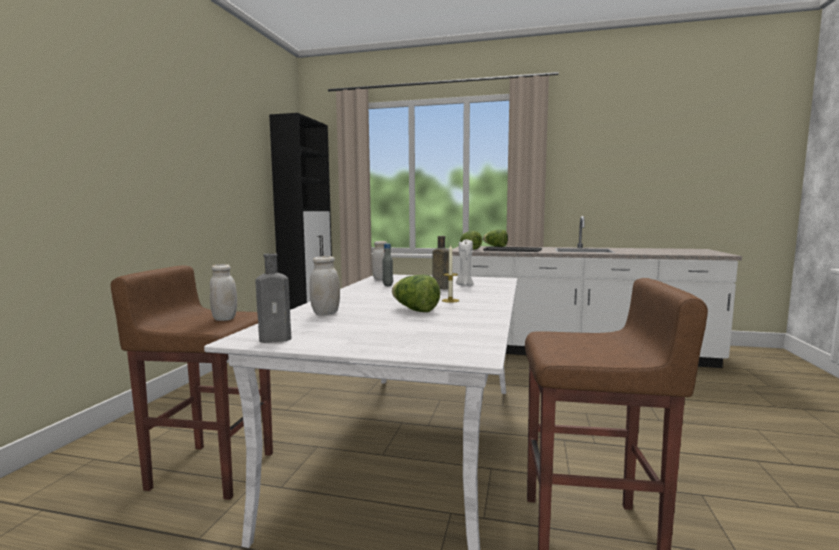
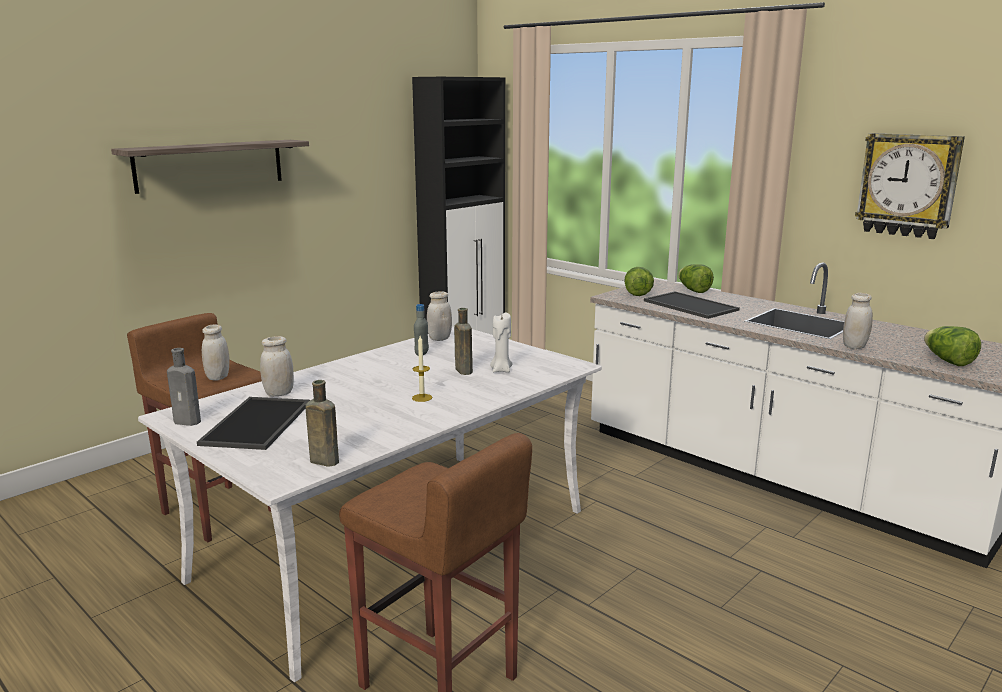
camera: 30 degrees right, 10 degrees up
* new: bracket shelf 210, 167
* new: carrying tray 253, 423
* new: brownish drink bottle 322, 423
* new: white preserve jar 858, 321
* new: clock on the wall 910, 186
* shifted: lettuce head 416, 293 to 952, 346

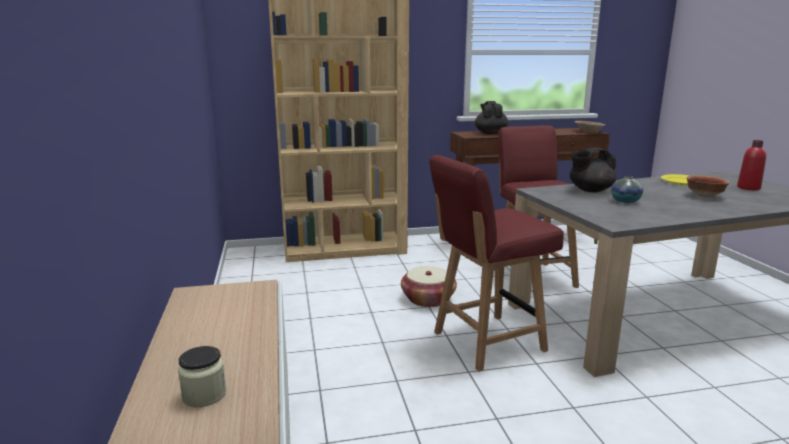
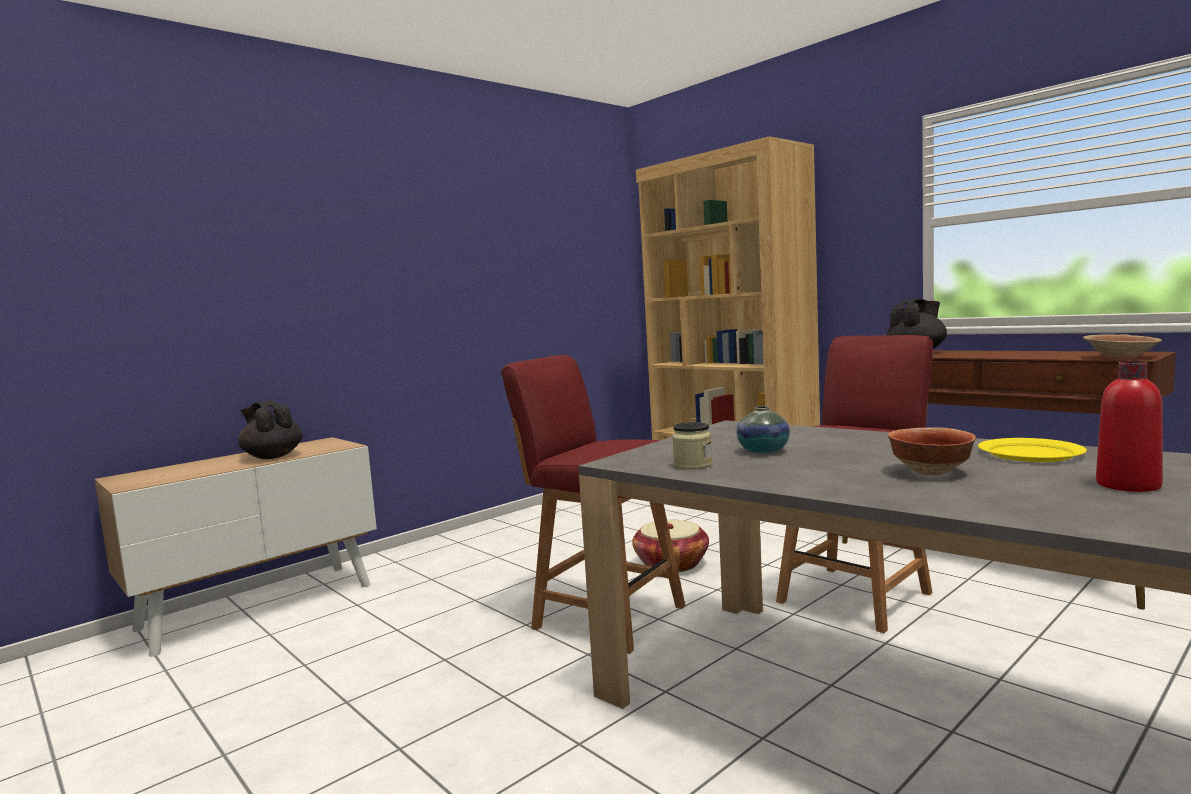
camera: 60 degrees right, 10 degrees down
* shifted: black-coloured tea pot 593, 170 to 270, 429
* shifted: preserve jar 202, 376 to 692, 446

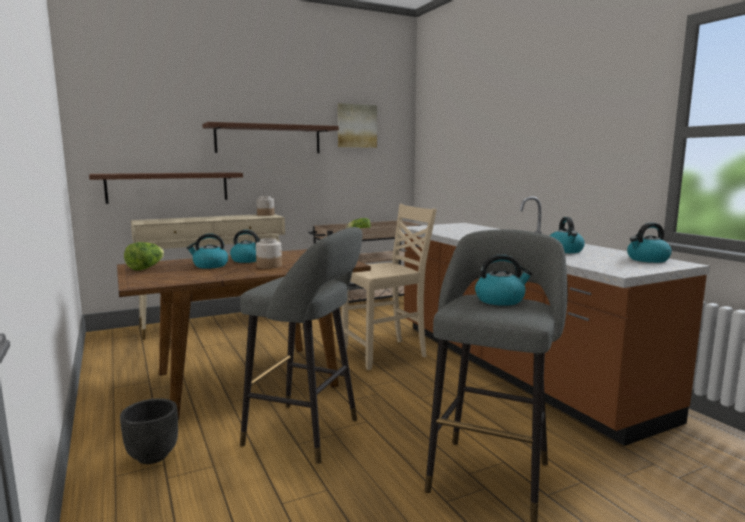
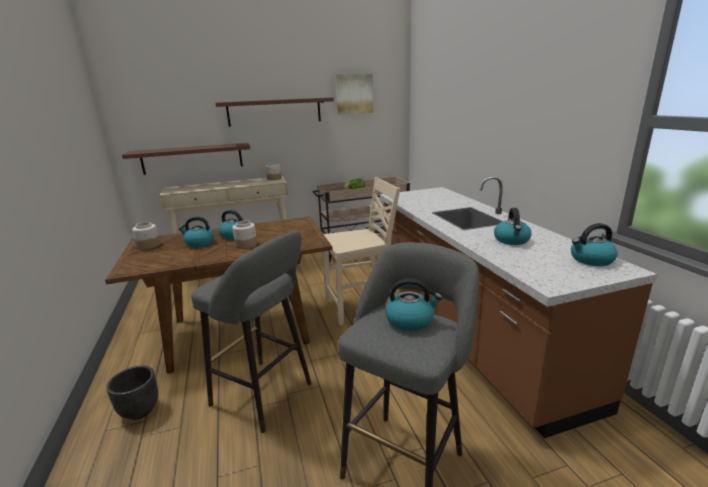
camera: 10 degrees right, 10 degrees up
* swapped: lettuce head 144, 256 to preserve jar 146, 236

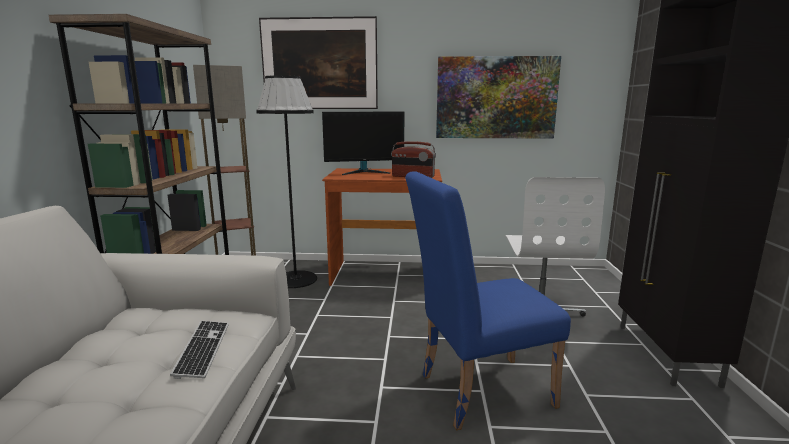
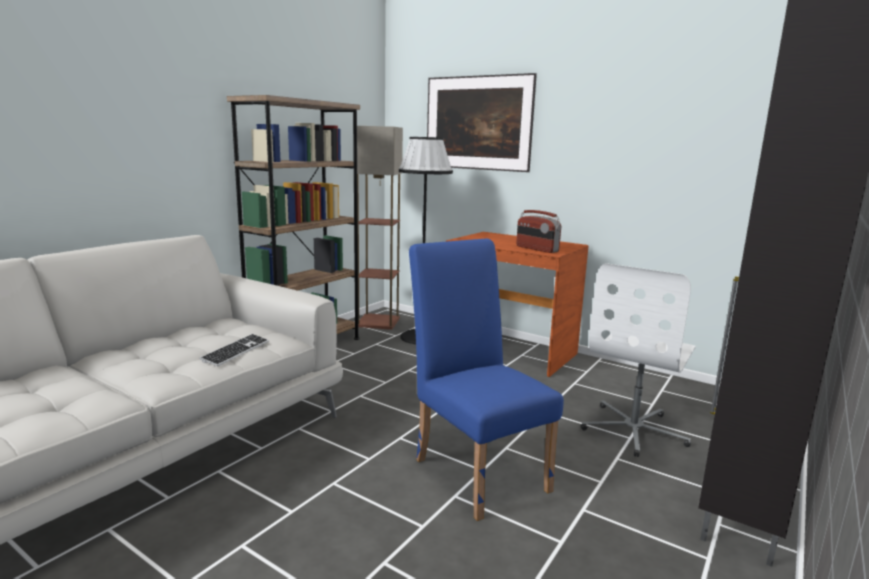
camera: 30 degrees right, 0 degrees up
* rotated: blue upright chair 488, 300 = 486, 379 45 degrees clockwise
* gone: computer display 363, 143
* gone: wall picture 498, 97

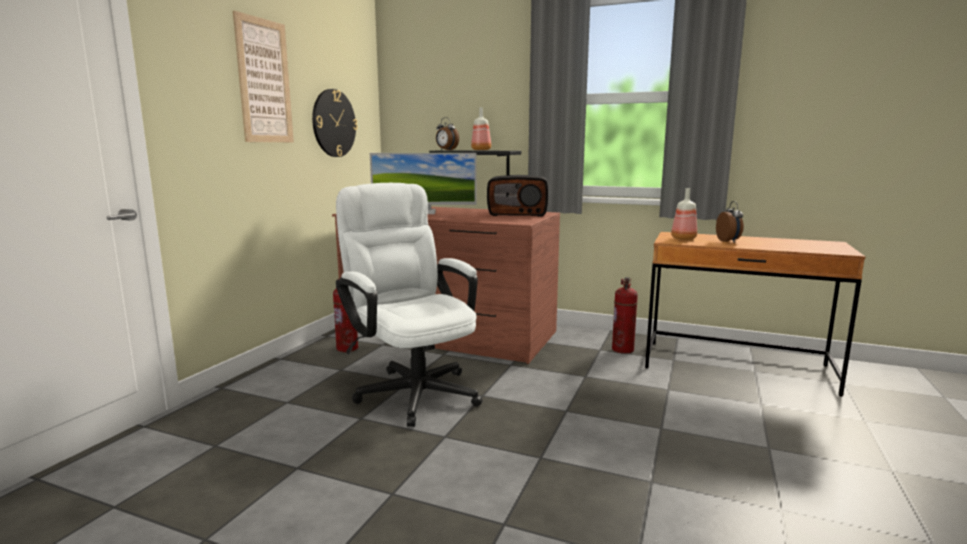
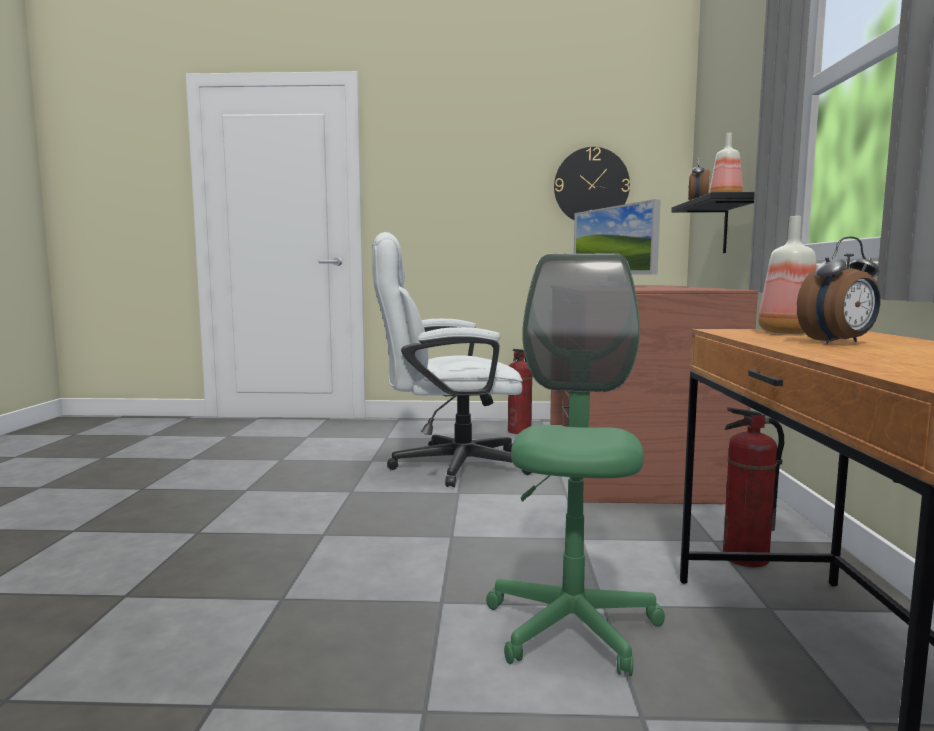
camera: 70 degrees right, 5 degrees down
* rotated: white computer chair 409, 305 = 451, 359 135 degrees counterclockwise
* new: greenish computer chair 575, 464
* gone: wall picture 263, 76
* gone: radio 517, 195

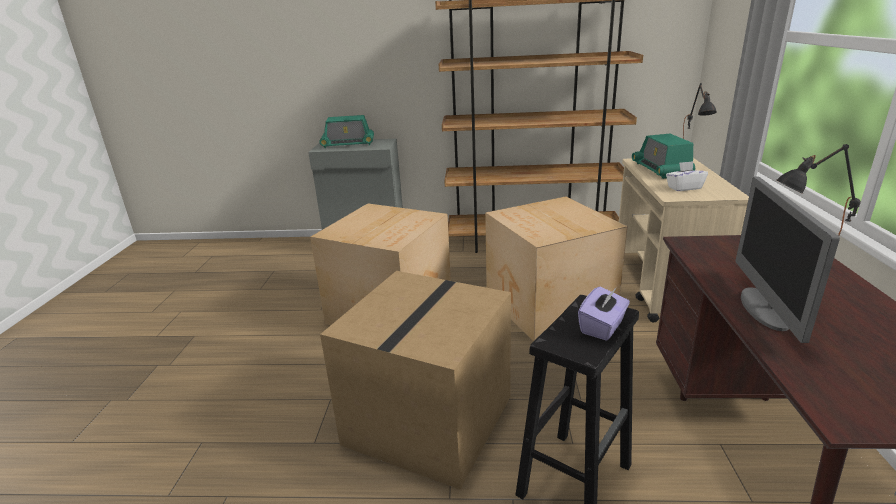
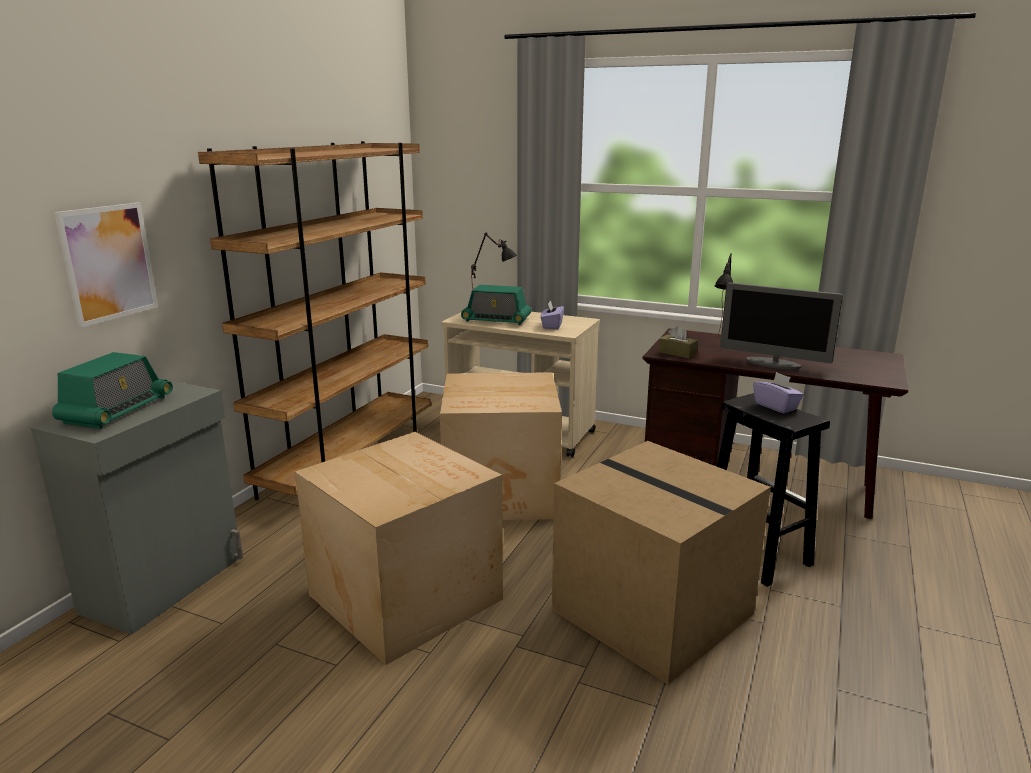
camera: 70 degrees left, 5 degrees down
* new: wall picture 106, 265
* repainted: white box of tissues 687, 176 to purple-coloured box of tissues 552, 315
* new: brownish box of tissues 678, 342

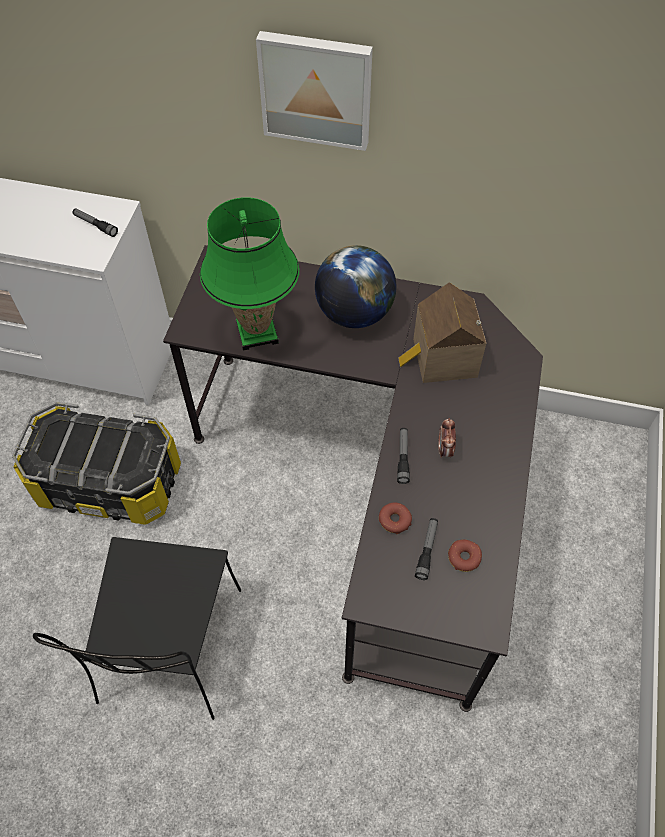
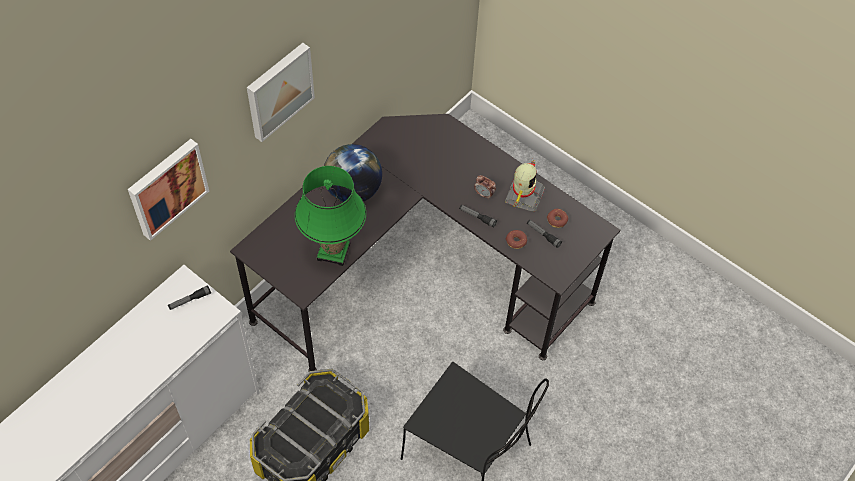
camera: 65 degrees left, 0 degrees up
* new: wall picture 168, 190
* new: model robot 525, 186
* gone: model house 442, 332

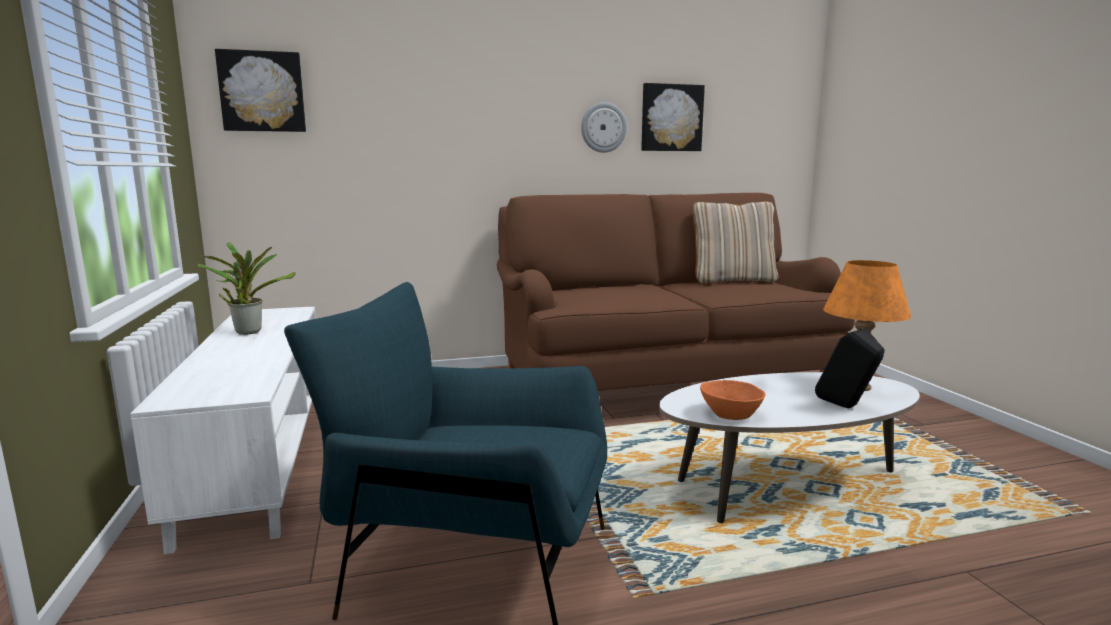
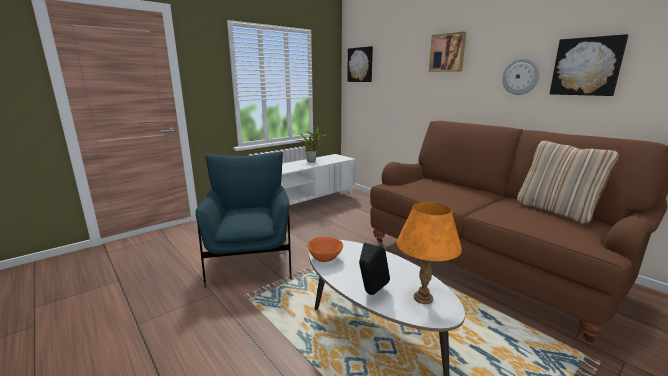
camera: 65 degrees right, 5 degrees up
* new: wall picture 447, 52

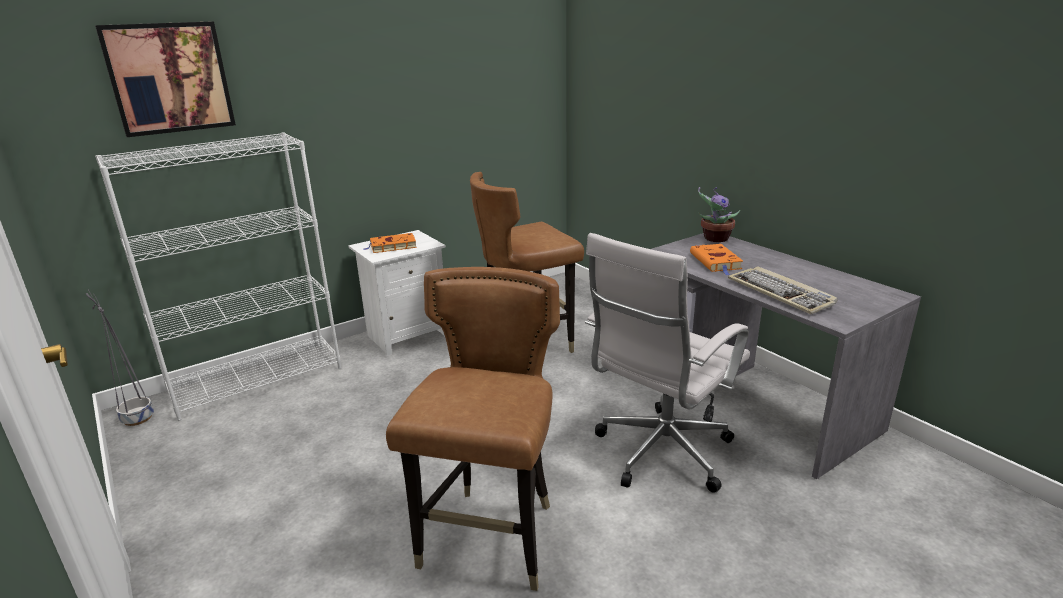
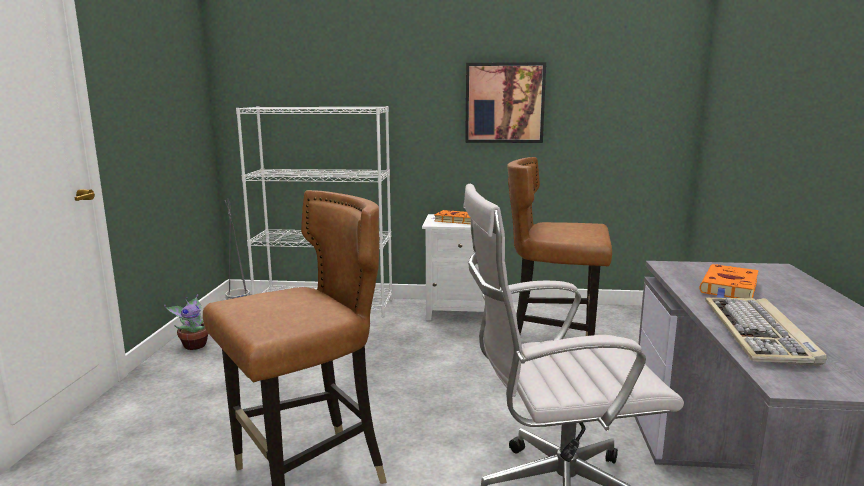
camera: 40 degrees right, 10 degrees down
* shifted: houseplant 719, 214 to 186, 322
* shifted: wall picture 165, 79 to 505, 102

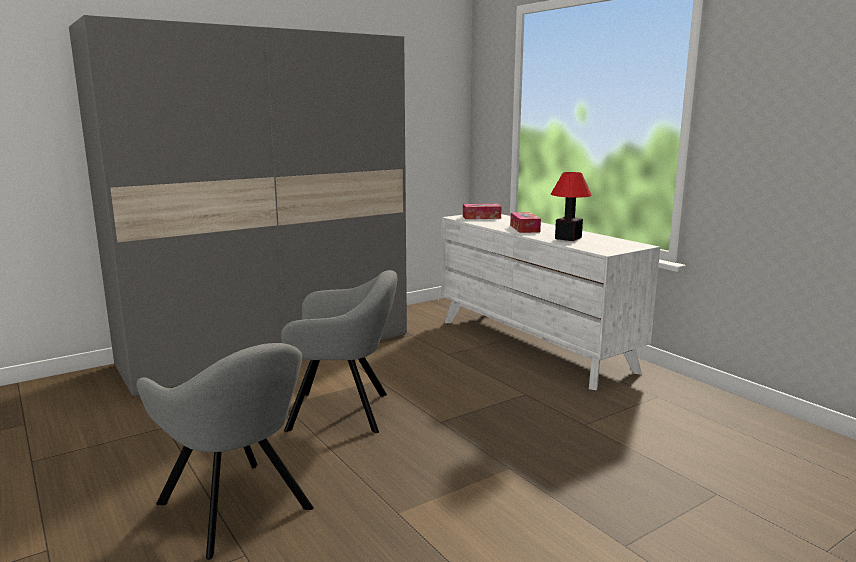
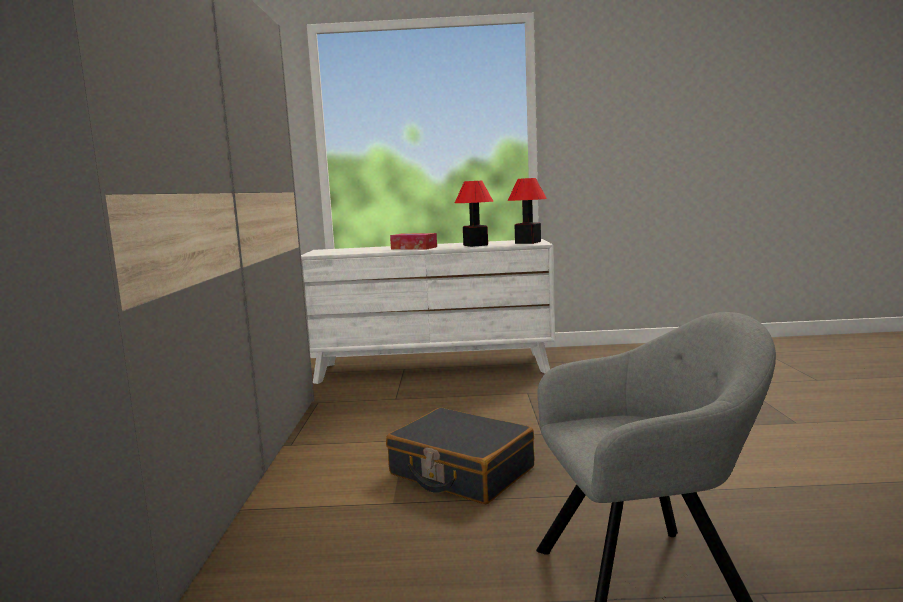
camera: 55 degrees left, 5 degrees down
* swapped: gray armchair 339, 351 to black-coloured travel case 460, 455
* new: table lamp 527, 211
* gone: box of tissues 482, 211

